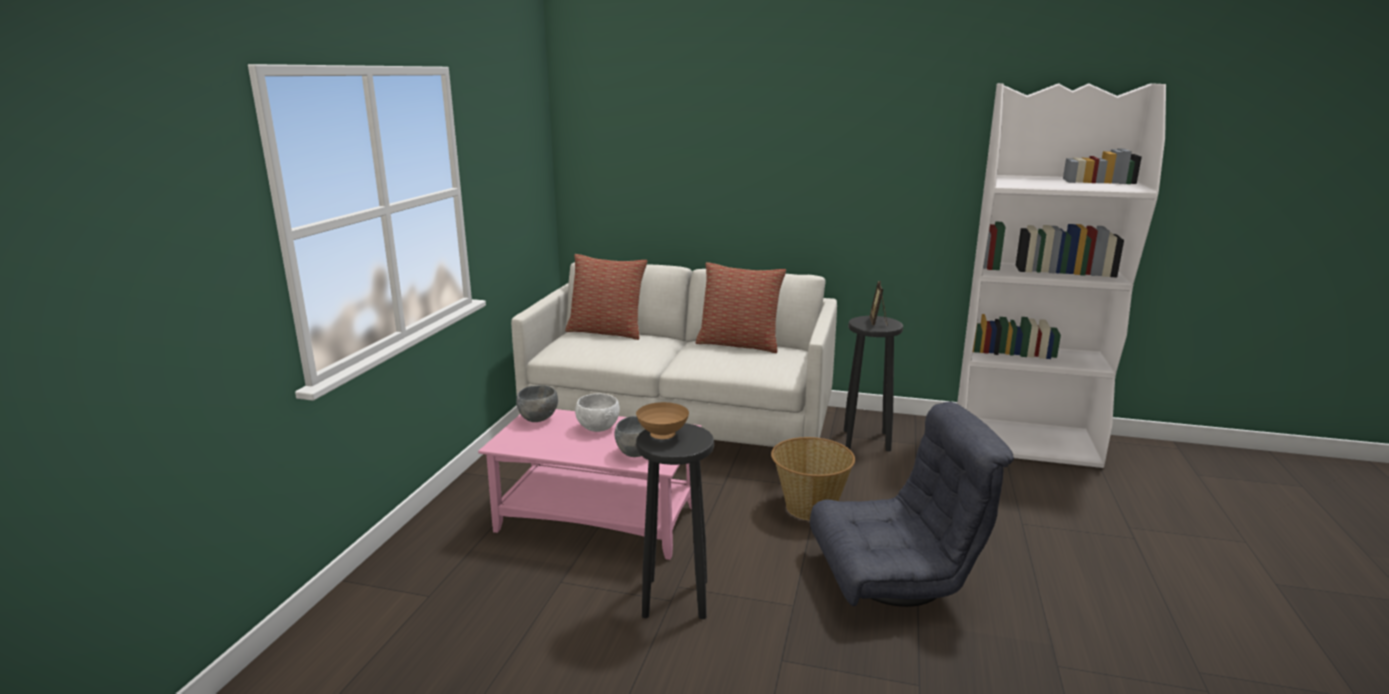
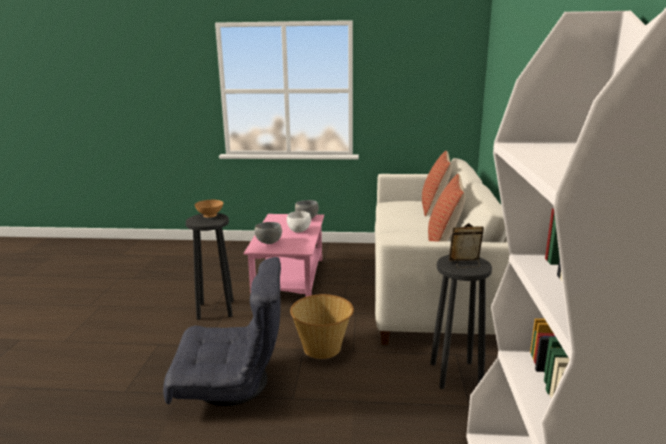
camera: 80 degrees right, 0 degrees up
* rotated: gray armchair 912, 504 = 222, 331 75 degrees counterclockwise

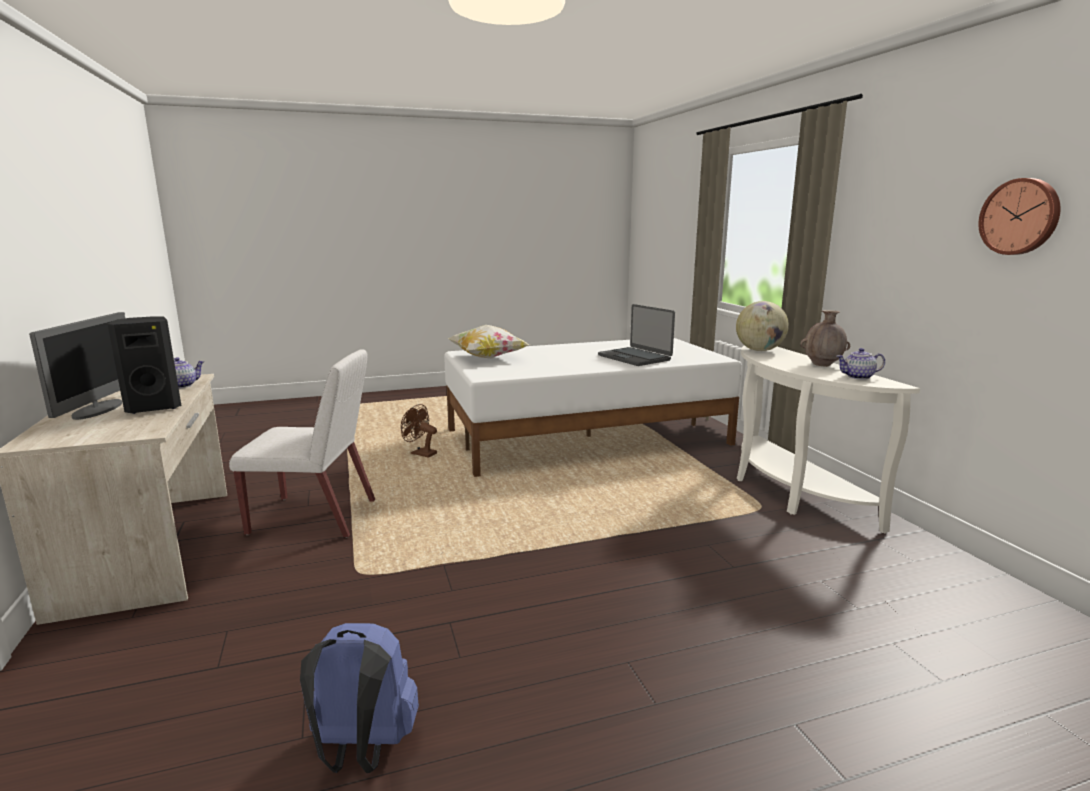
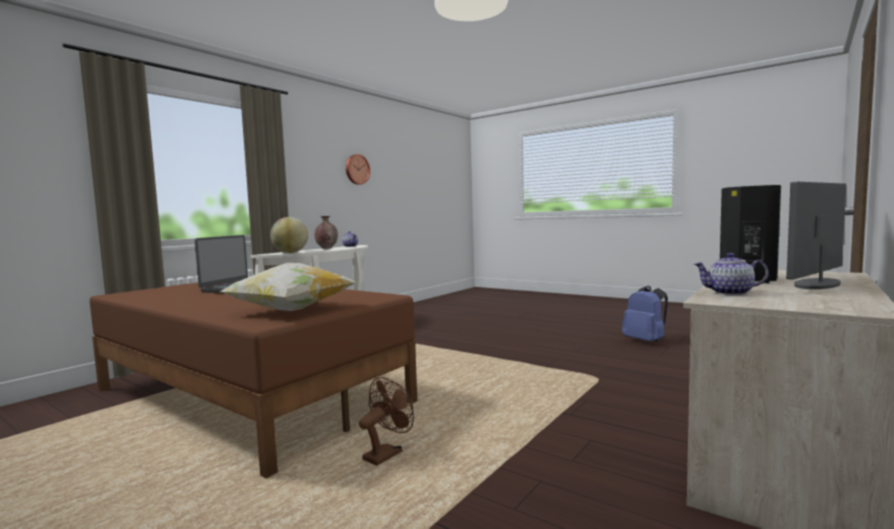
camera: 125 degrees left, 10 degrees down
* repainted: white bed 593, 407 to brownish bed 253, 379
* rotated: brownish cooling fan 419, 431 = 386, 421 135 degrees counterclockwise
* gone: white upright chair 302, 443

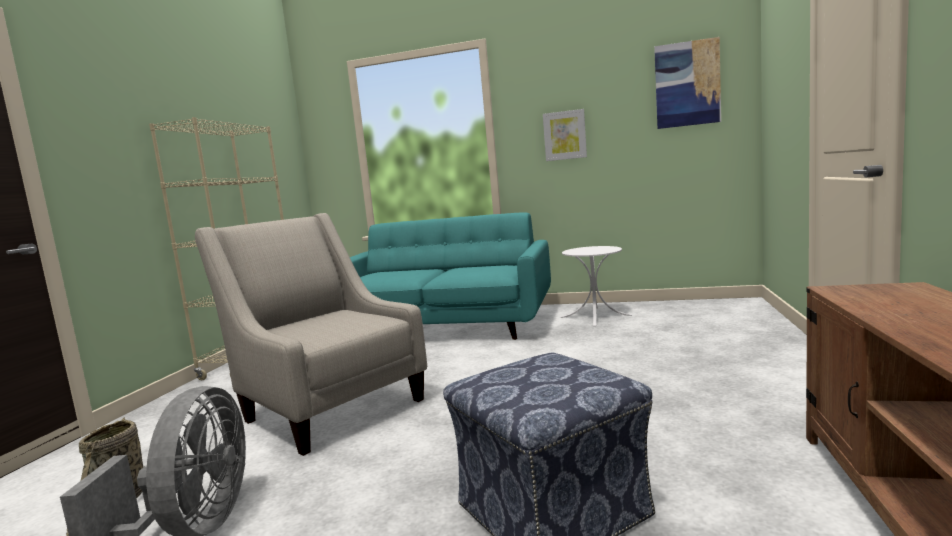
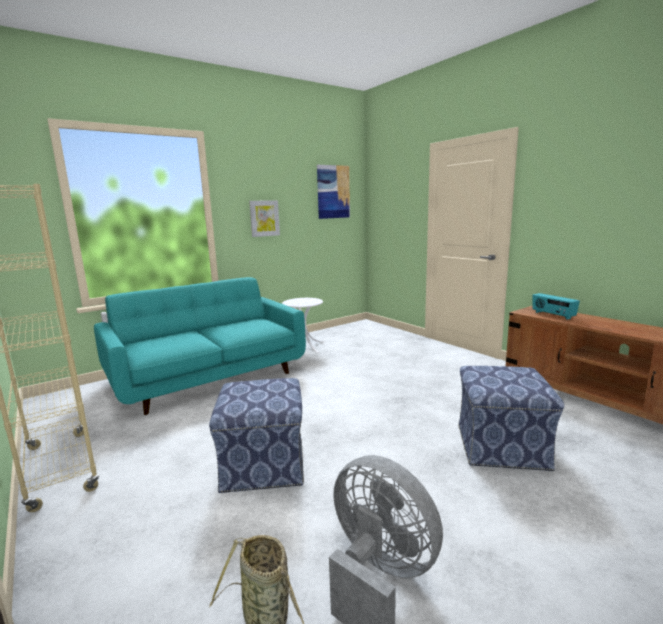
camera: 50 degrees left, 5 degrees up
* swapped: beige-coloured armchair 311, 334 to pouffe 256, 435
* new: radio 556, 306

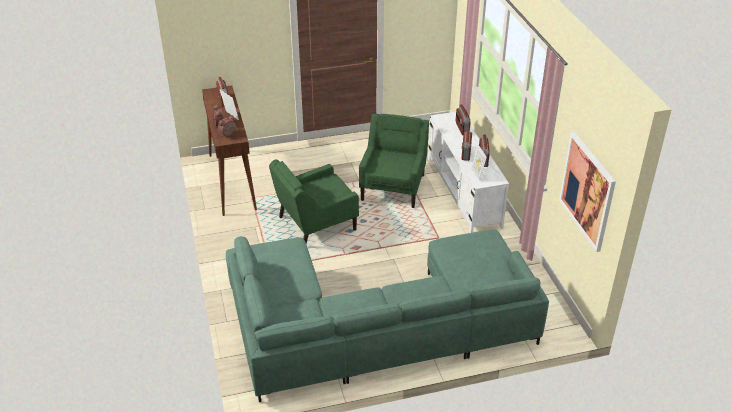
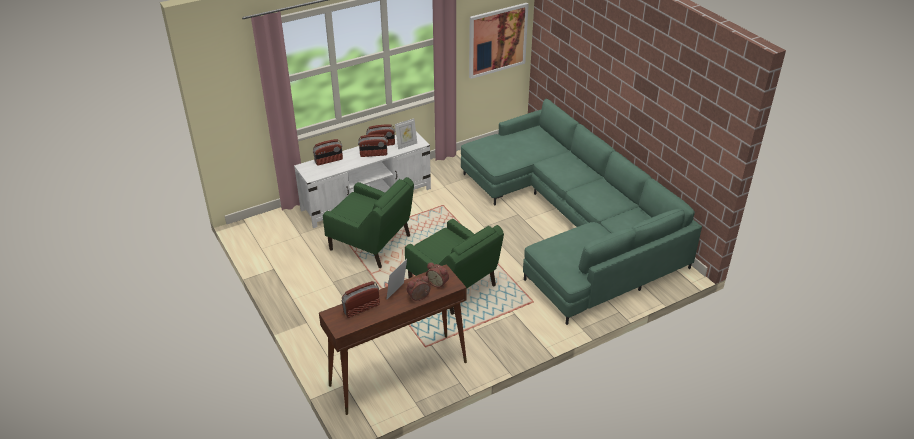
camera: 105 degrees left, 0 degrees up
* rotated: greenish armchair 394, 160 = 368, 222 150 degrees counterclockwise

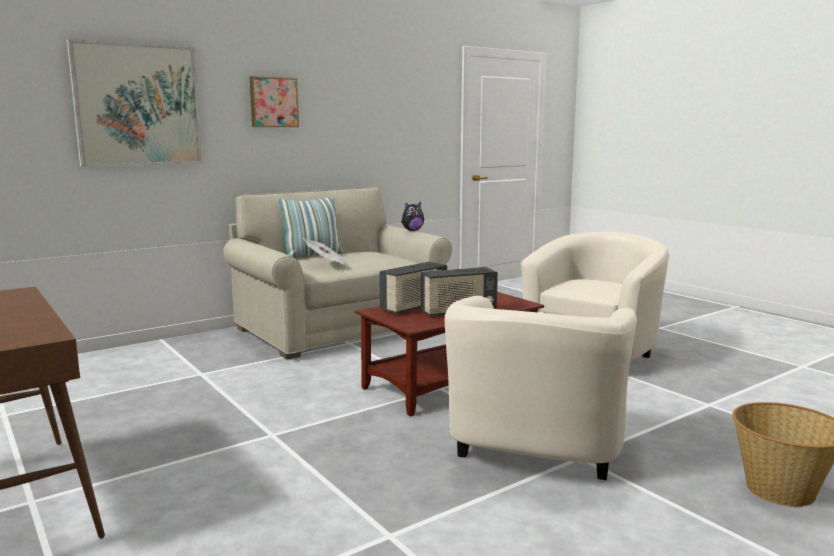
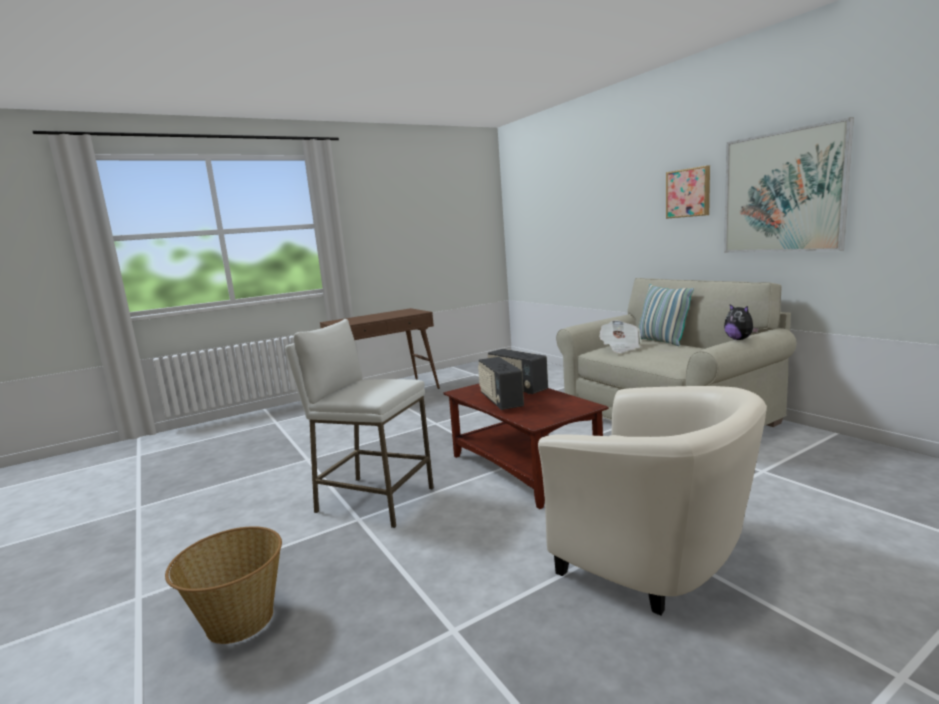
camera: 95 degrees right, 0 degrees up
* swapped: beige-coloured armchair 541, 388 to white stool seat 359, 423
* shifted: wall picture 134, 103 to 789, 185

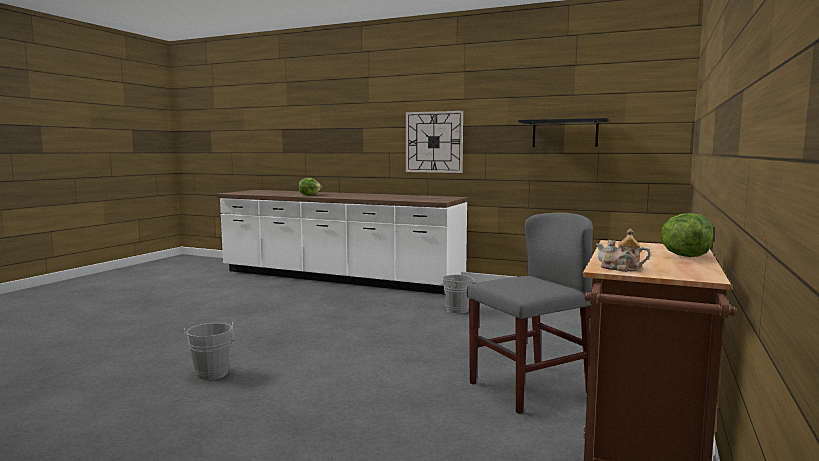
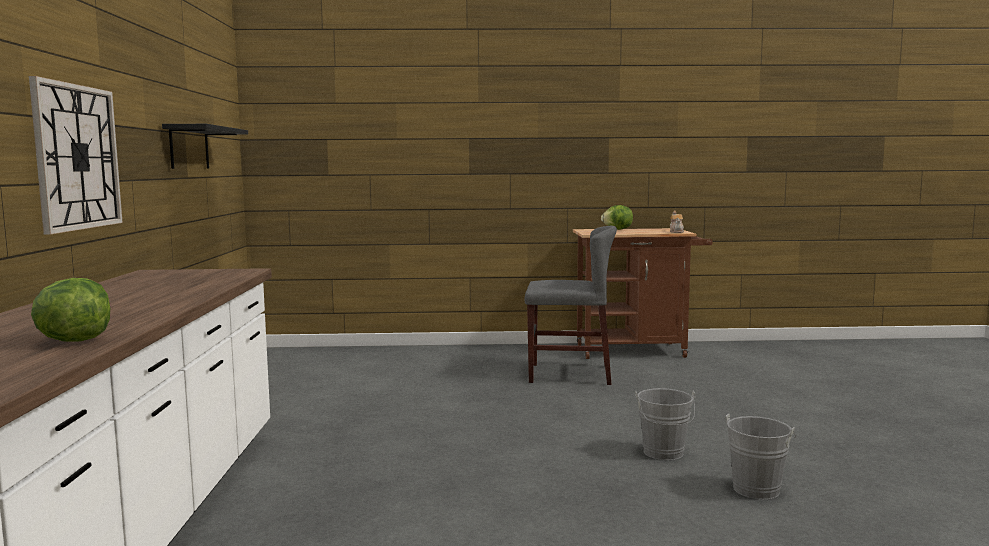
camera: 115 degrees left, 0 degrees up
* rotated: gray upright chair 530, 313 = 571, 305 150 degrees clockwise
* shifted: gray bucket 455, 293 to 665, 424

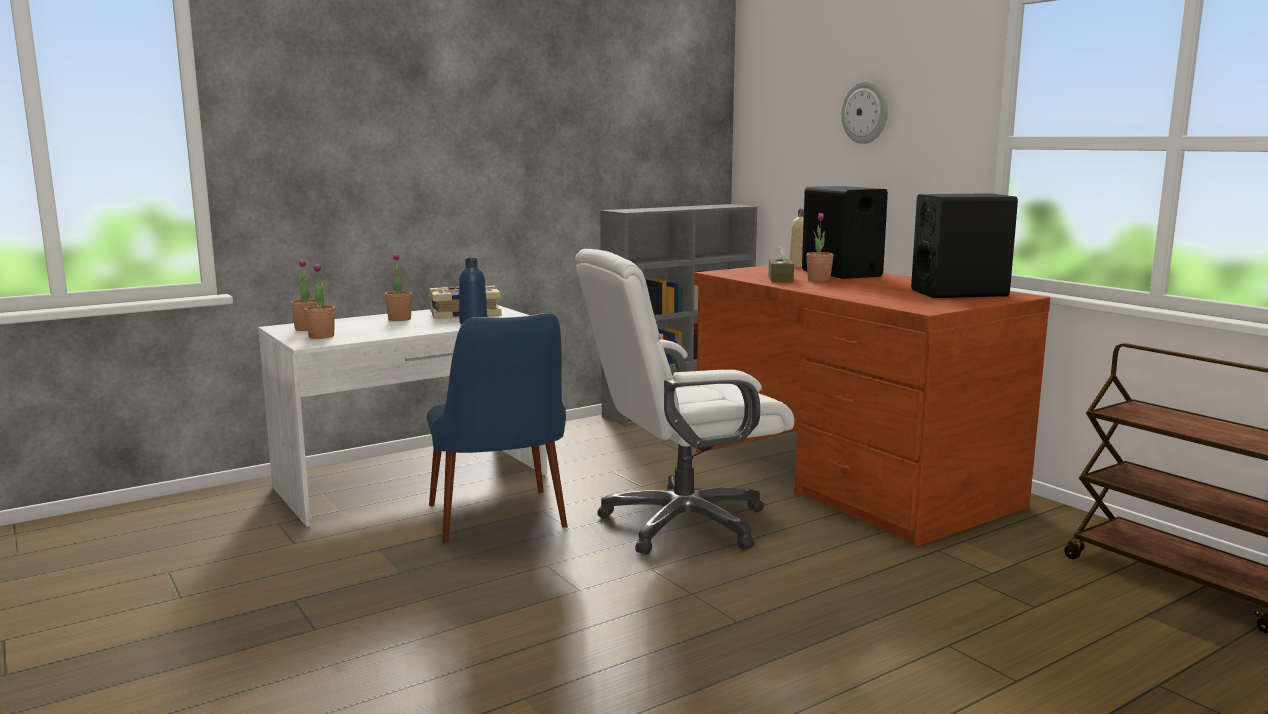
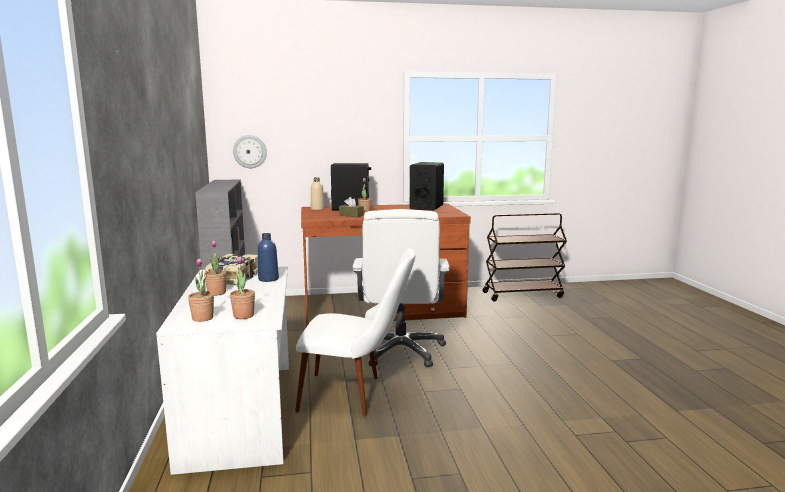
camera: 65 degrees left, 0 degrees up
* shifted: clock on the wall 864, 112 to 250, 151
* repainted: blue upright chair 497, 428 to white upright chair 355, 332

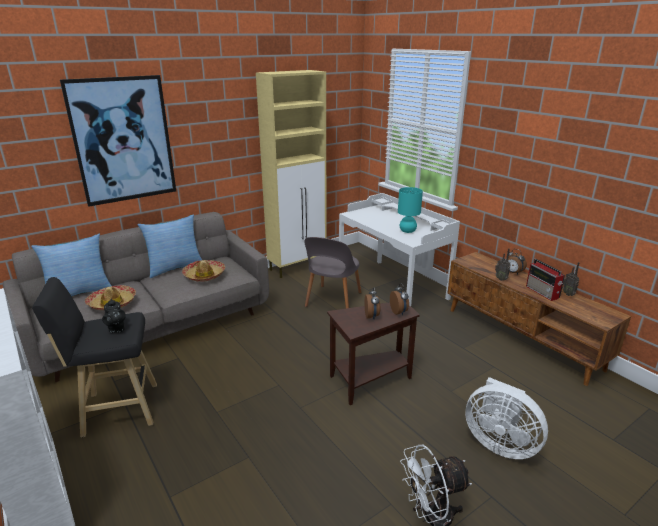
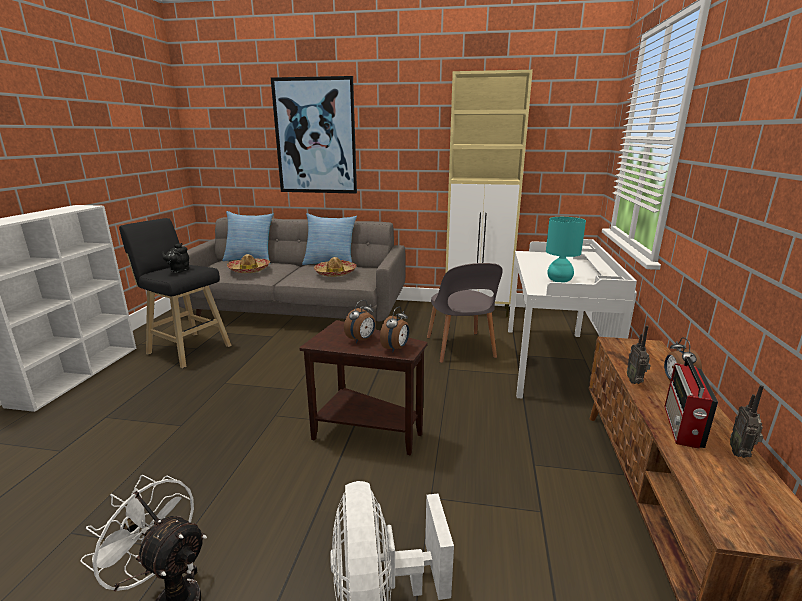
camera: 45 degrees right, 5 degrees down
* rotated: gray upright chair 333, 272 = 465, 313 75 degrees counterclockwise

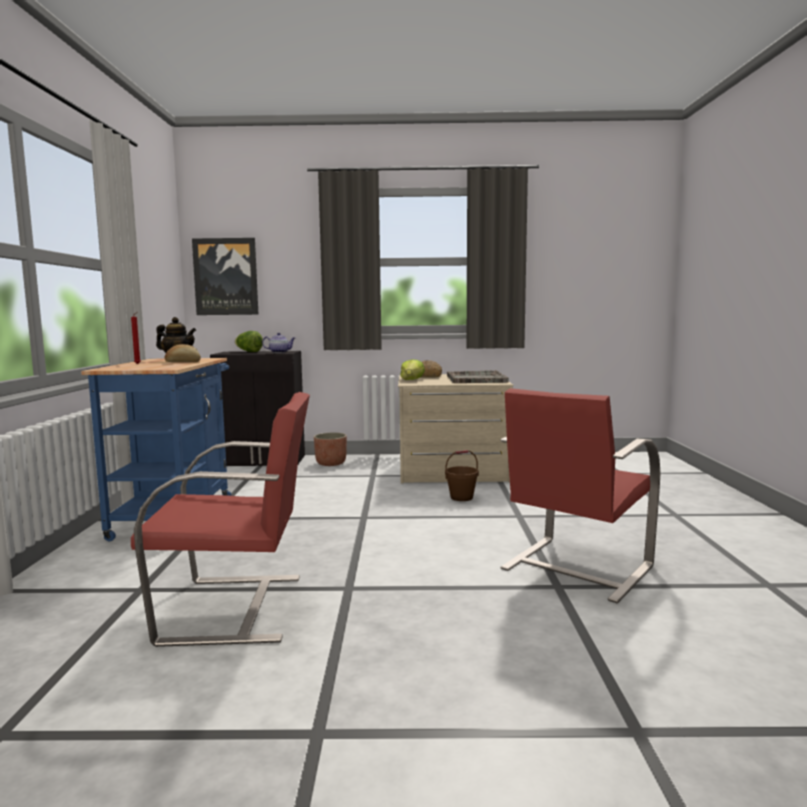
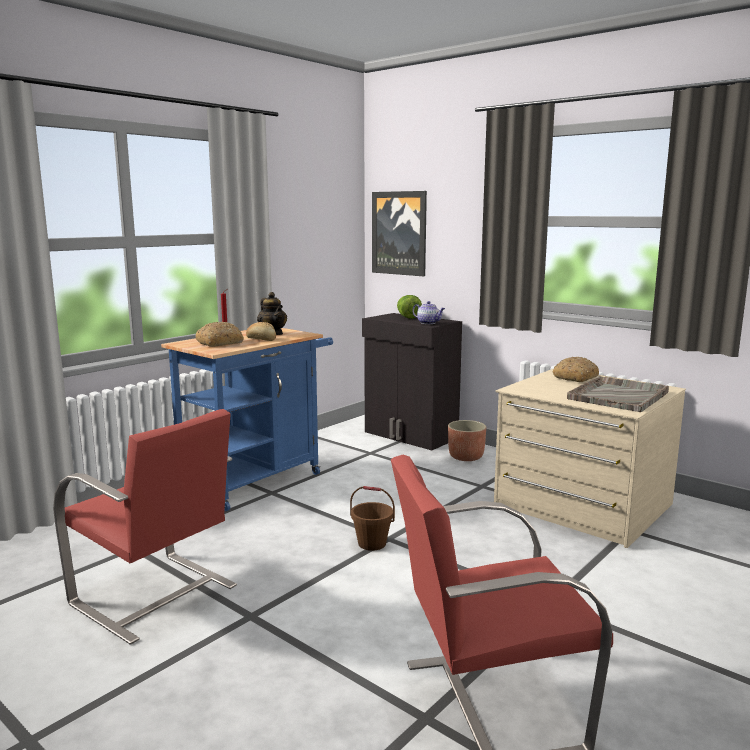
camera: 40 degrees right, 5 degrees up
* new: bakery bread 220, 334
* shifted: brownish bucket 462, 475 to 372, 518
* gone: lettuce head 412, 369

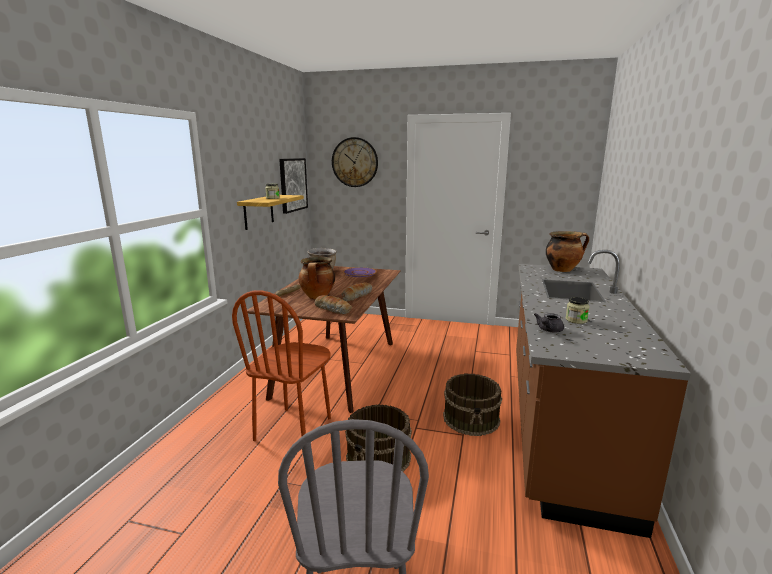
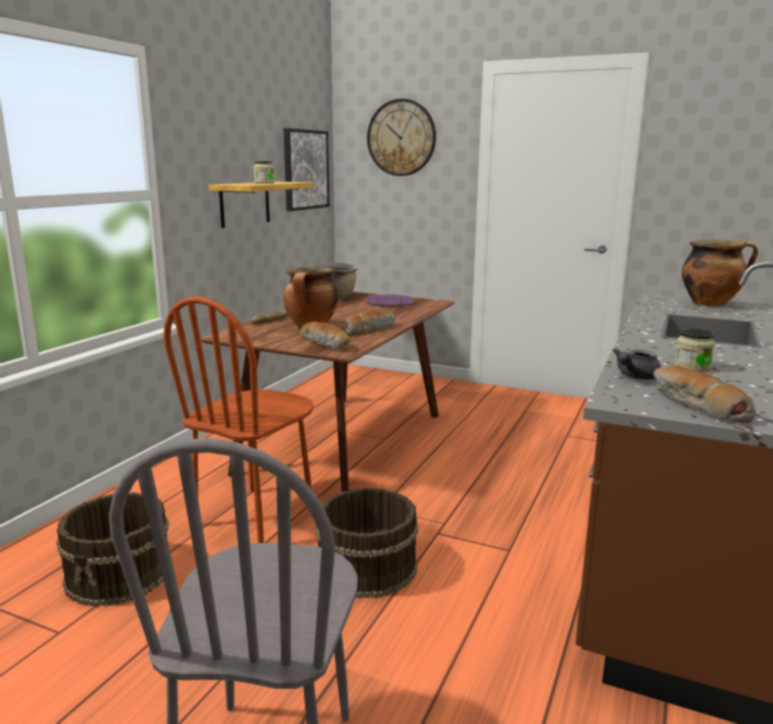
camera: 10 degrees right, 0 degrees up
* shifted: brownish bucket 472, 405 to 114, 549
* new: bakery bread 704, 394

